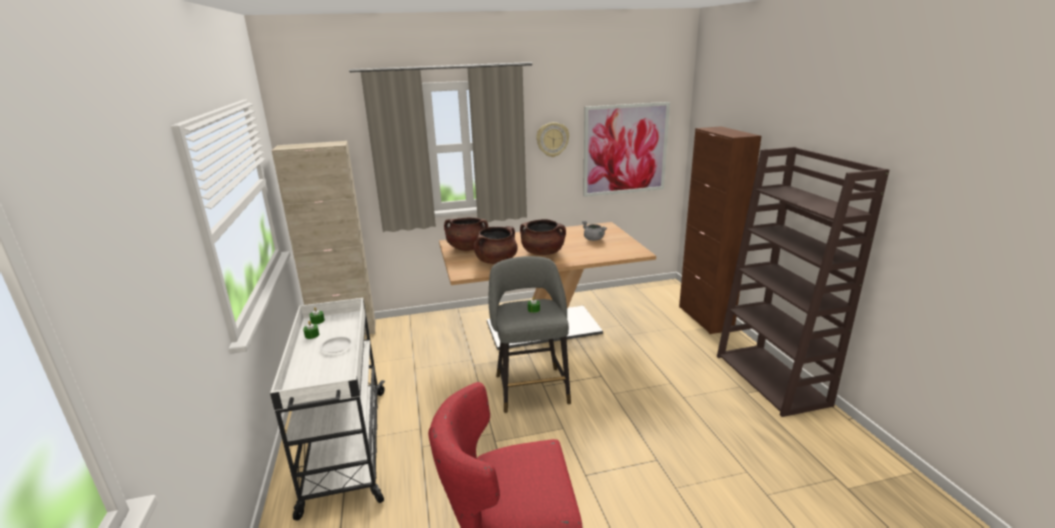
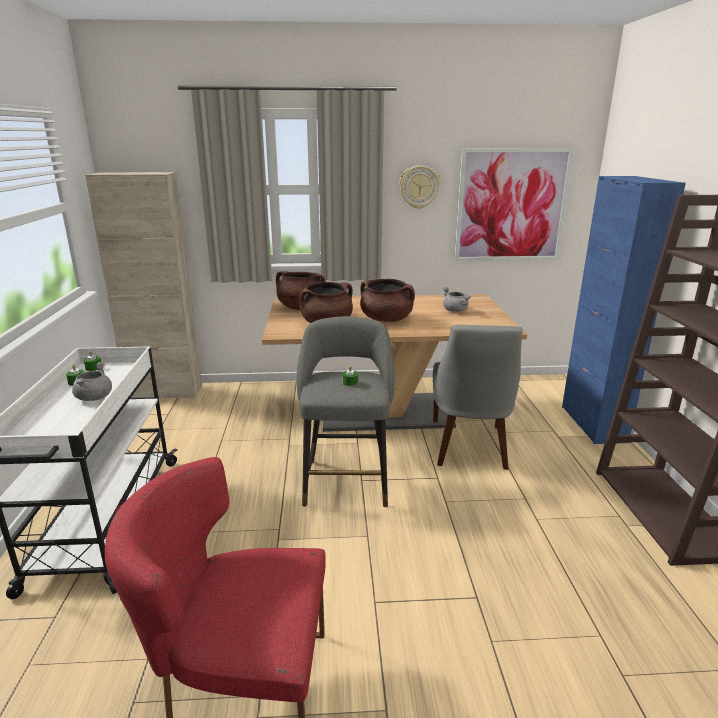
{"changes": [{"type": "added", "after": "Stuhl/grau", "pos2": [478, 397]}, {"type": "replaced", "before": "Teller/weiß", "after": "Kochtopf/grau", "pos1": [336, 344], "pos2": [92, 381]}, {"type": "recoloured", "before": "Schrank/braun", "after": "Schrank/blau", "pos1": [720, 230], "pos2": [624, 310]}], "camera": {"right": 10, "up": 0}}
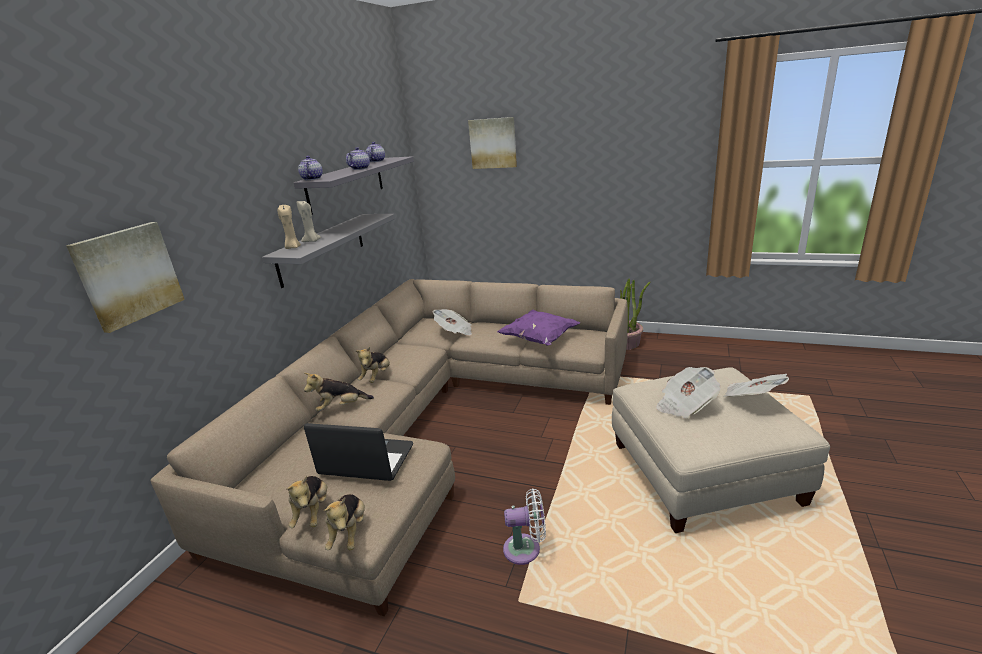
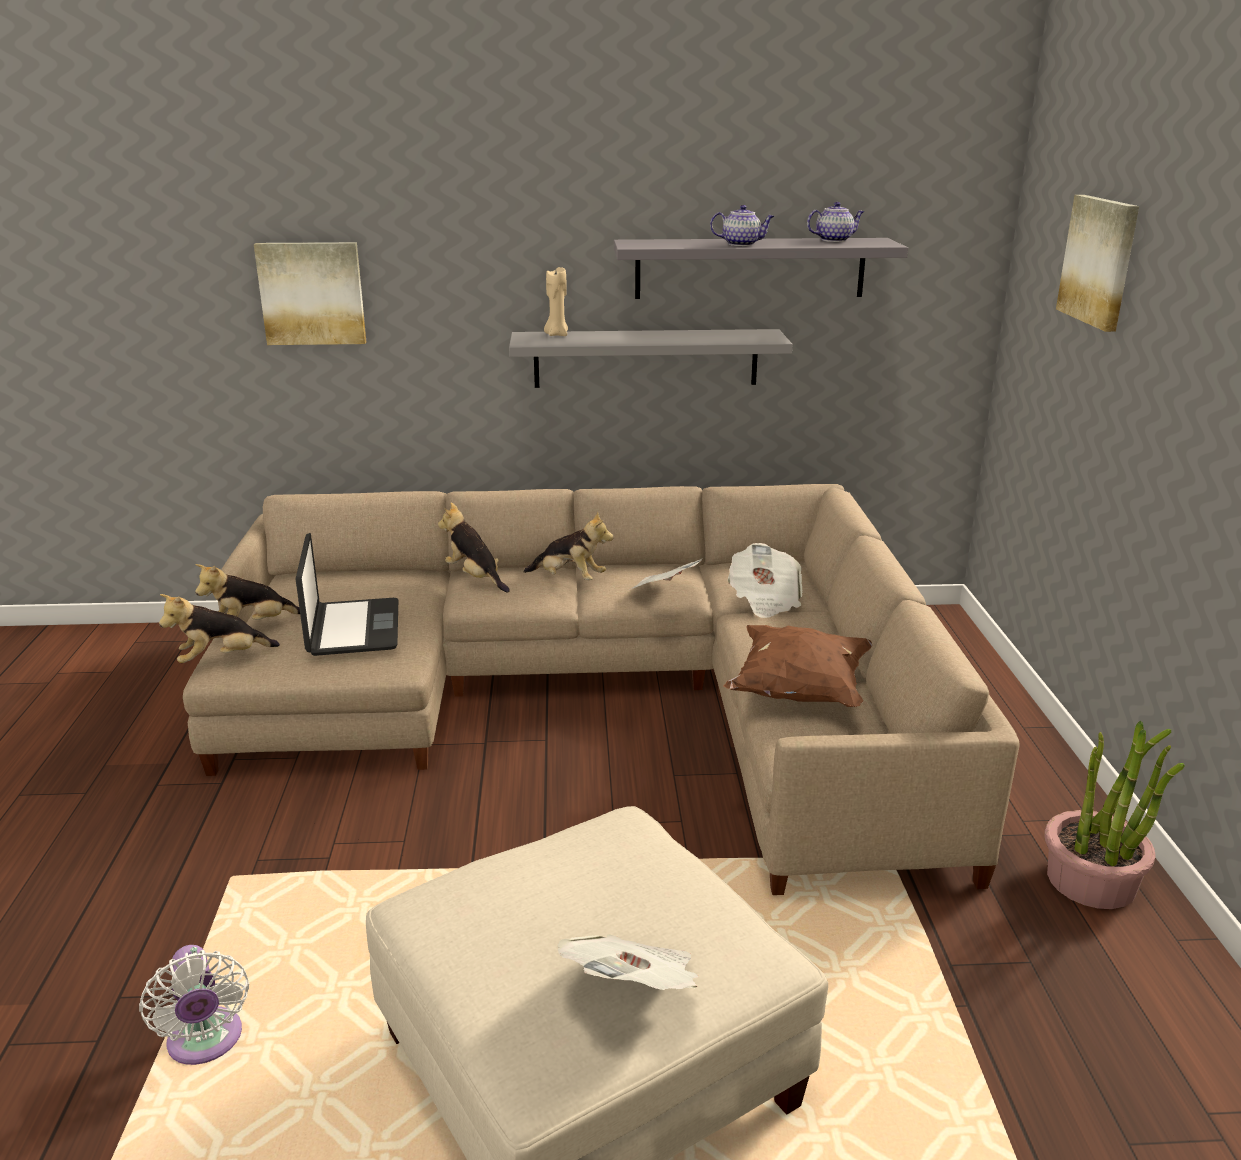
{"changes": [{"type": "removed", "before": "Kerze/beige", "pos1": [309, 221]}, {"type": "removed", "before": "Teekanne", "pos1": [310, 168]}, {"type": "moved", "before": "Ventilator/weiß", "pos1": [524, 527], "pos2": [194, 1005]}, {"type": "moved", "before": "Zeitung", "pos1": [688, 393], "pos2": [666, 574]}, {"type": "recoloured", "before": "Kissen/lila", "after": "Kissen/braun", "pos1": [538, 328], "pos2": [798, 666]}, {"type": "turned", "before": "Plüschtier", "pos1": [372, 364], "pos2": [568, 545], "turn": -150}], "camera": {"right": 65, "up": 0}}
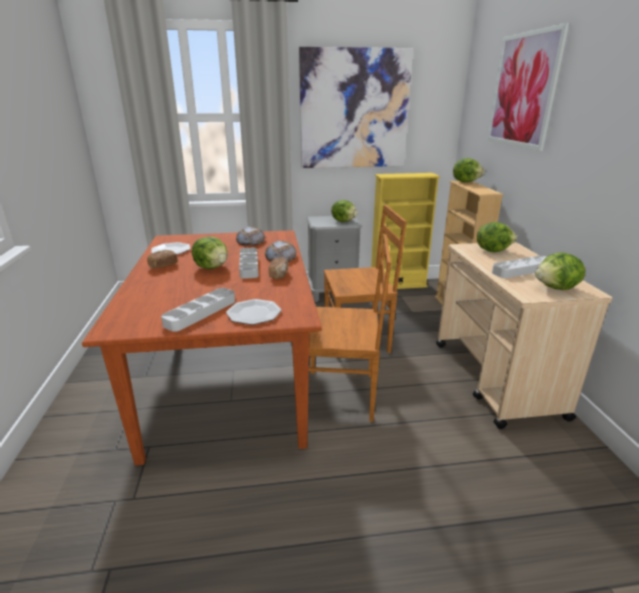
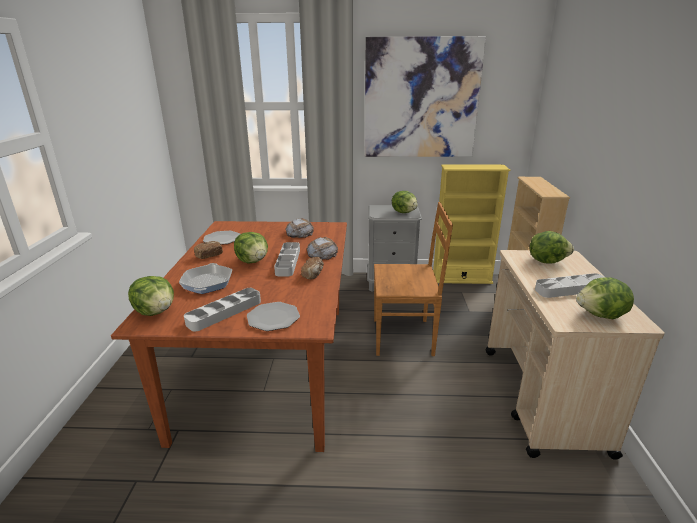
{"changes": [{"type": "removed", "before": "Stuhl/braun", "pos1": [350, 328]}, {"type": "removed", "before": "Bild", "pos1": [528, 87]}, {"type": "added", "after": "Pfanne", "pos2": [205, 278]}, {"type": "moved", "before": "Salatkopf", "pos1": [468, 170], "pos2": [151, 296]}], "camera": {"right": 10, "up": 0}}
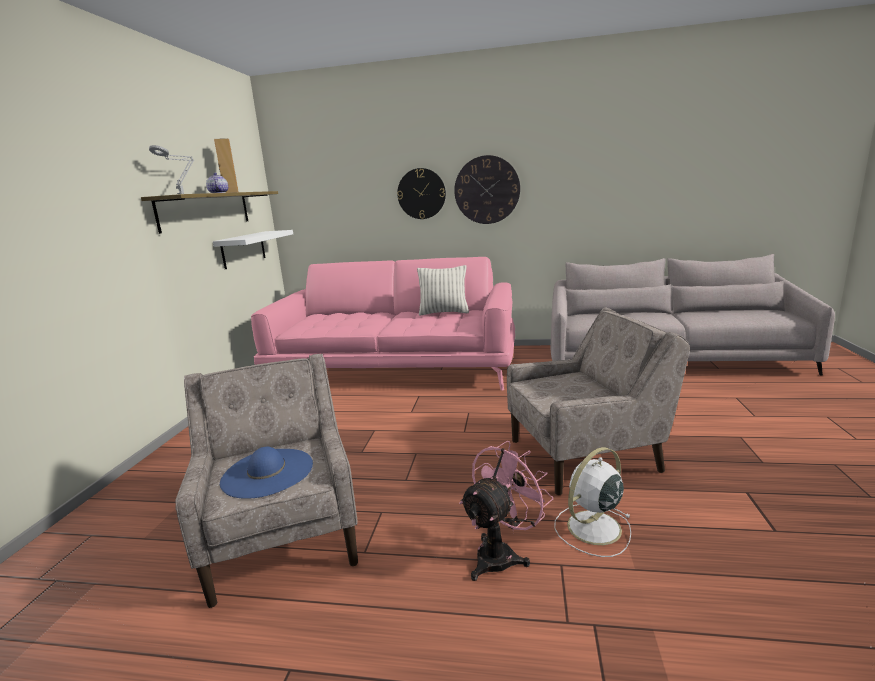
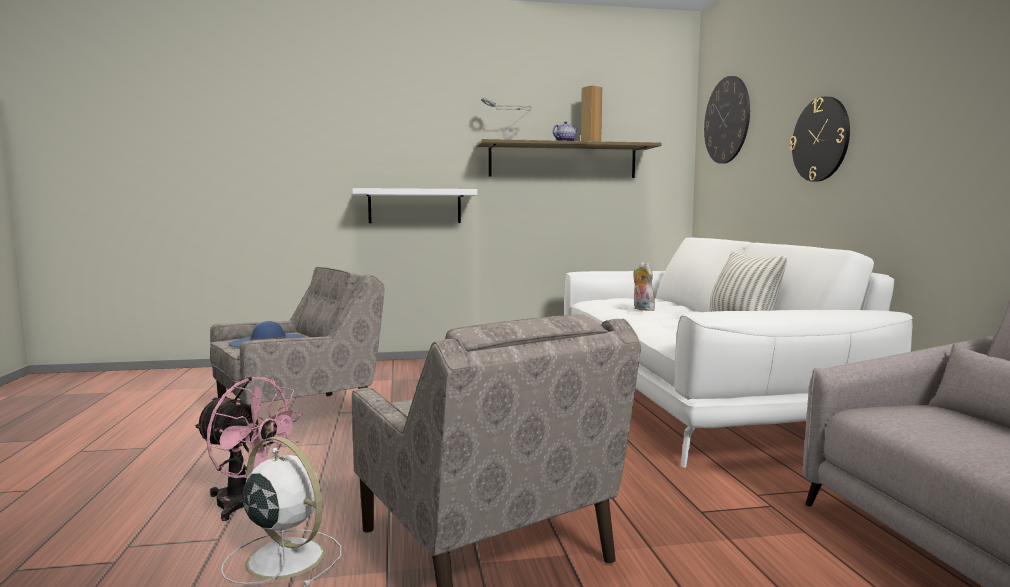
{"changes": [{"type": "added", "after": "Plüschtier", "pos2": [644, 286]}, {"type": "moved", "before": "Wandregal/weiß", "pos1": [253, 249], "pos2": [414, 205]}, {"type": "moved", "before": "Wanduhr", "pos1": [487, 189], "pos2": [727, 120]}, {"type": "recoloured", "before": "Sofa/rosa", "after": "Sofa/weiß", "pos1": [383, 324], "pos2": [738, 352]}], "camera": {"right": 70, "up": -10}}
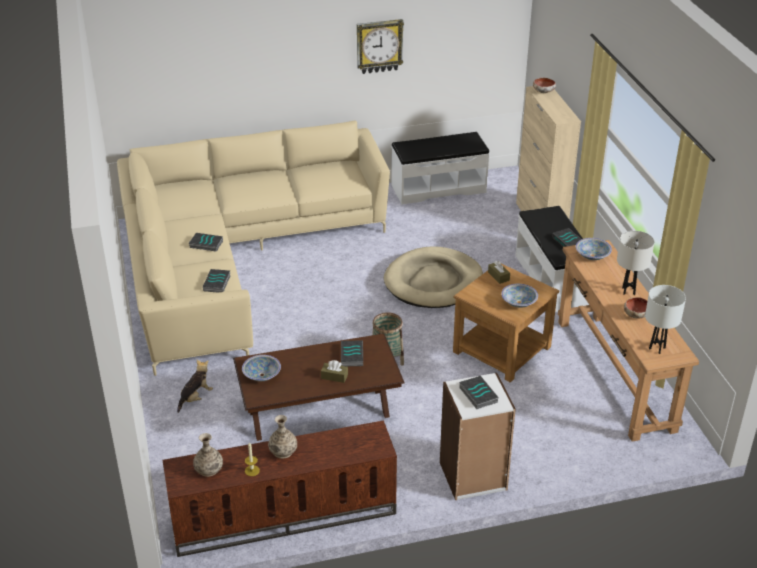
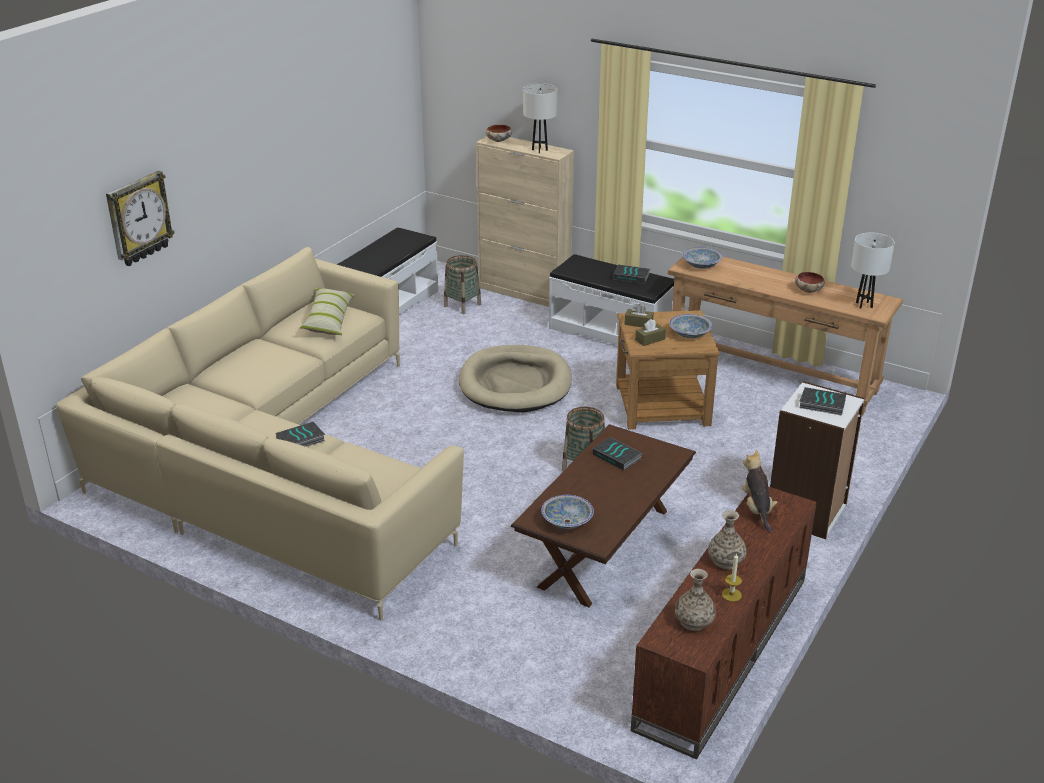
{"changes": [{"type": "removed", "before": "Buch", "pos1": [217, 281]}, {"type": "added", "after": "Kissen", "pos2": [327, 311]}, {"type": "added", "after": "Korb", "pos2": [462, 284]}, {"type": "moved", "before": "Plüschtier", "pos1": [195, 386], "pos2": [759, 490]}, {"type": "moved", "before": "Taschentuchbox/braun", "pos1": [334, 371], "pos2": [650, 332]}, {"type": "moved", "before": "Wanduhr", "pos1": [380, 46], "pos2": [140, 218]}, {"type": "moved", "before": "Tischlampe/weiß", "pos1": [636, 263], "pos2": [540, 118]}], "camera": {"right": -45, "up": -5}}
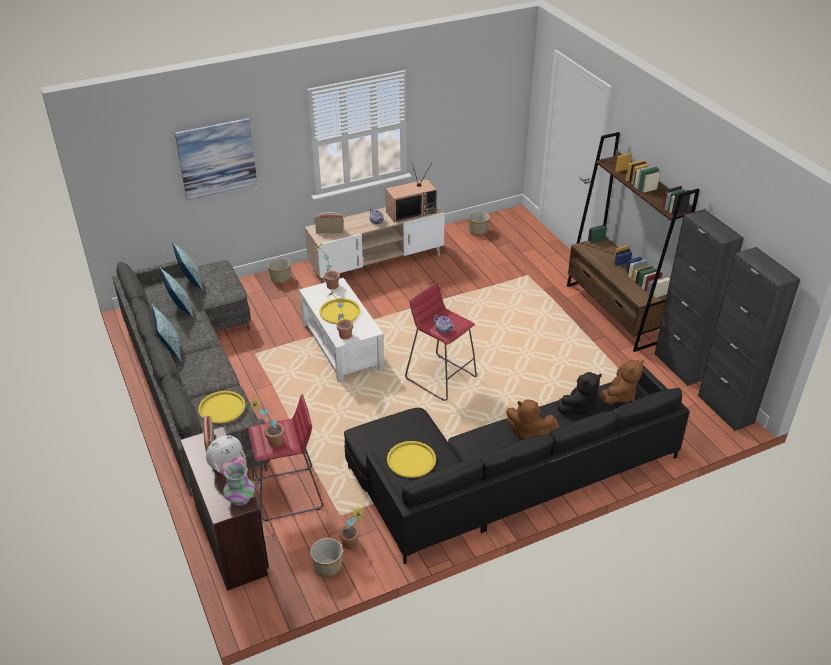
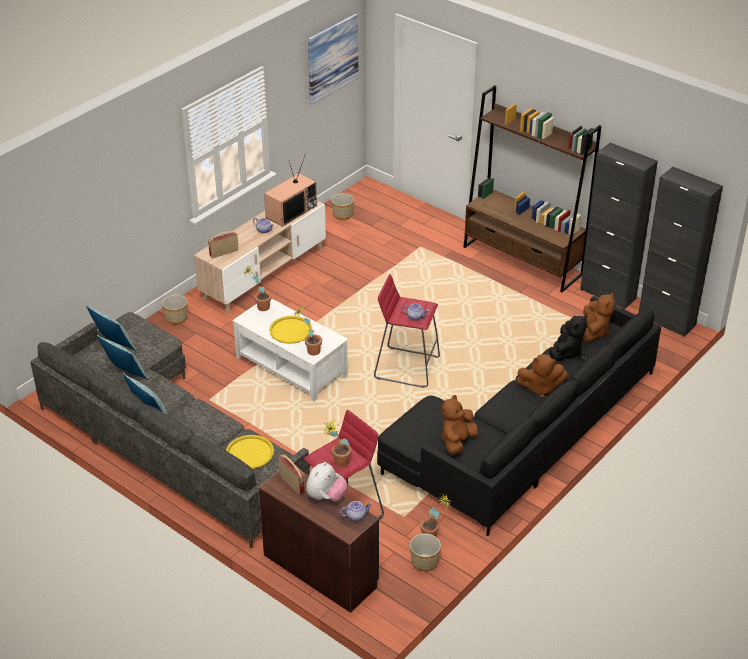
{"changes": [{"type": "moved", "before": "Bild", "pos1": [216, 159], "pos2": [333, 59]}, {"type": "replaced", "before": "Vase", "after": "Teekanne", "pos1": [239, 484], "pos2": [356, 511]}, {"type": "replaced", "before": "Tablett/gelb", "after": "Plüschtier/braun", "pos1": [411, 459], "pos2": [460, 425]}], "camera": {"right": -25, "up": 0}}
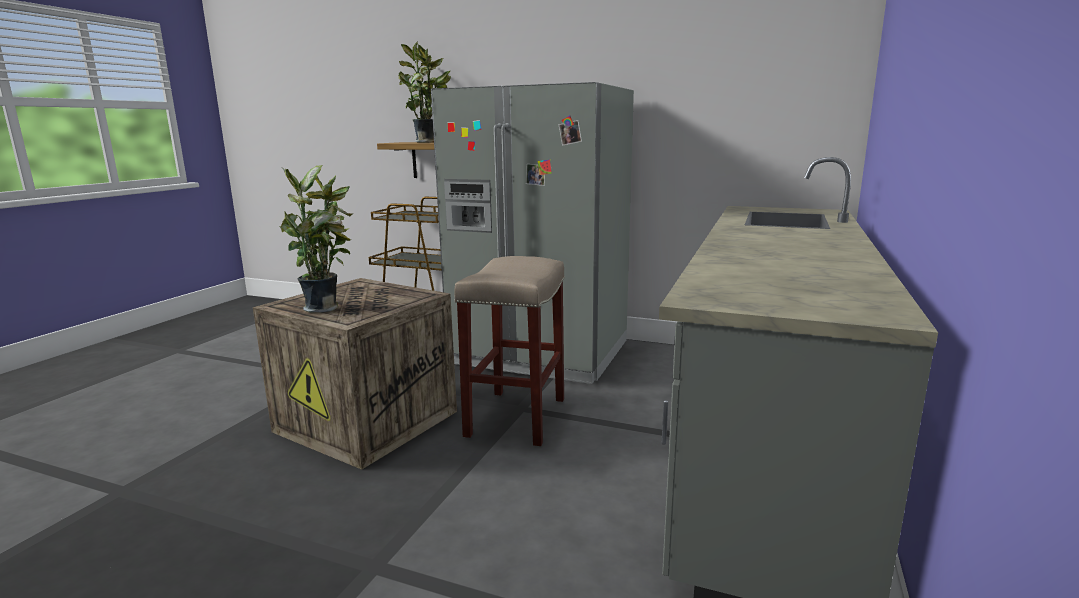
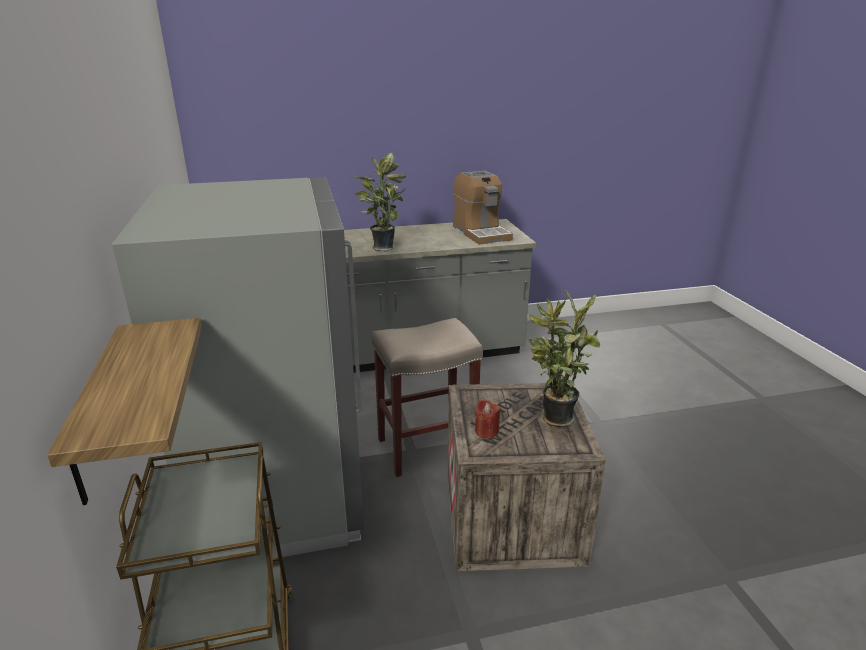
{"changes": [{"type": "added", "after": "Kaffeemaschine", "pos2": [483, 208]}, {"type": "added", "after": "Kerze/rot", "pos2": [487, 418]}, {"type": "moved", "before": "Topfpflanze", "pos1": [424, 92], "pos2": [381, 201]}], "camera": {"right": -125, "up": 10}}
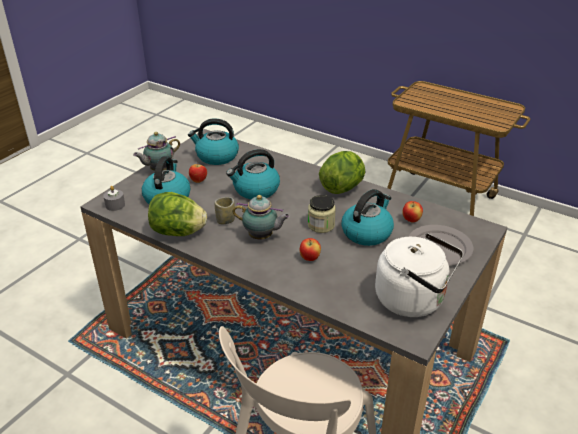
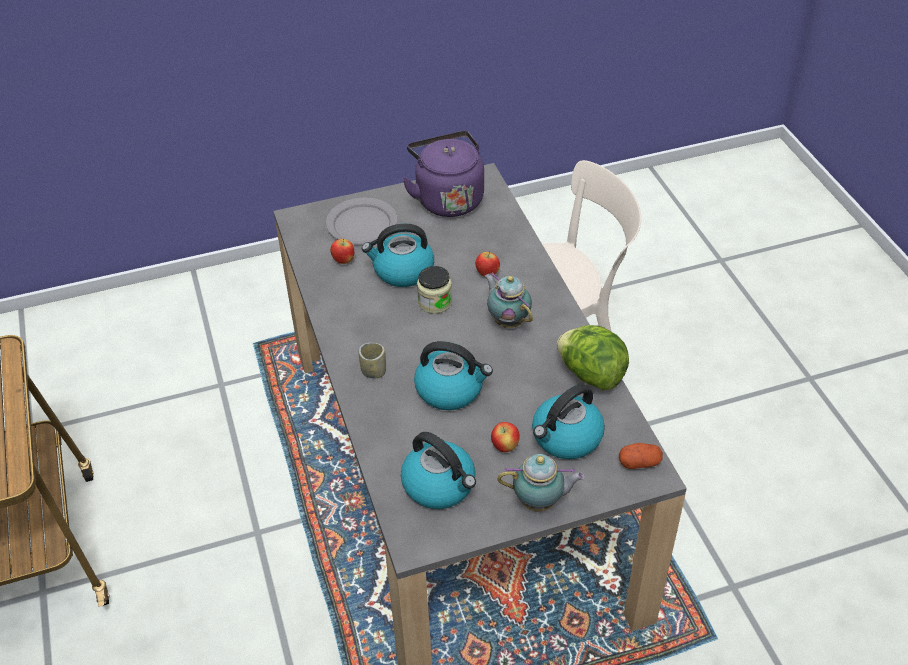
{"changes": [{"type": "removed", "before": "Salatkopf", "pos1": [342, 172]}, {"type": "moved", "before": "Tasse", "pos1": [225, 210], "pos2": [372, 360]}, {"type": "replaced", "before": "Kerze/grau", "after": "Kartoffel", "pos1": [114, 198], "pos2": [641, 456]}, {"type": "recoloured", "before": "Wasserkessel/weiß", "after": "Wasserkessel/lila", "pos1": [419, 275], "pos2": [443, 174]}], "camera": {"right": -140, "up": 10}}
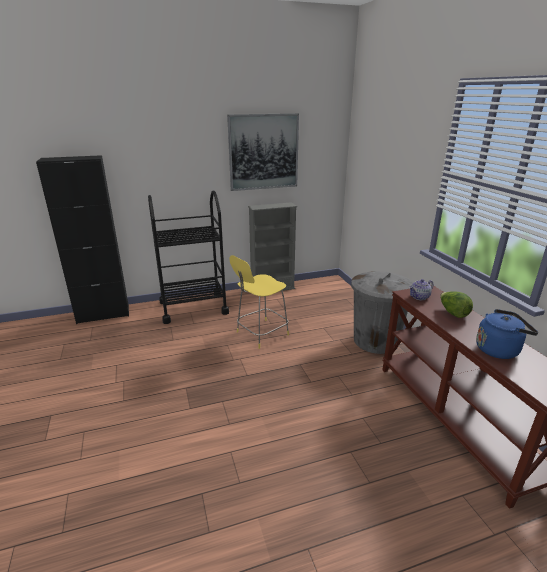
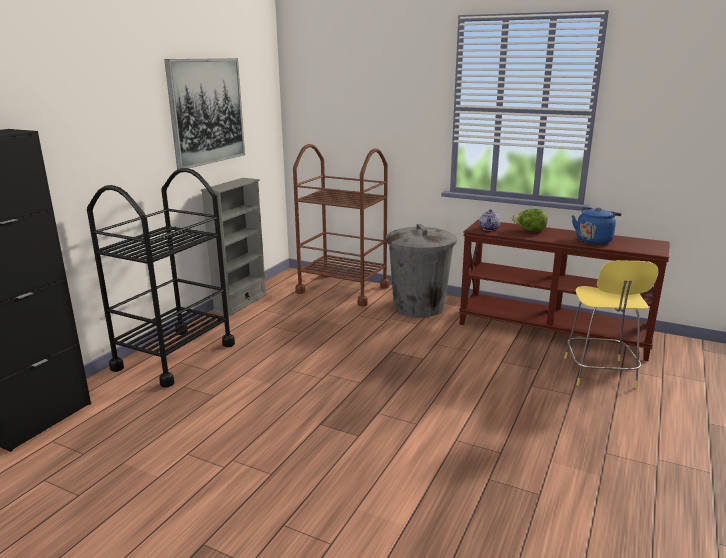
{"changes": [{"type": "added", "after": "Rollwagen/braun", "pos2": [341, 225]}, {"type": "moved", "before": "Hocker/gelb", "pos1": [259, 302], "pos2": [611, 324]}], "camera": {"right": -45, "up": -5}}
